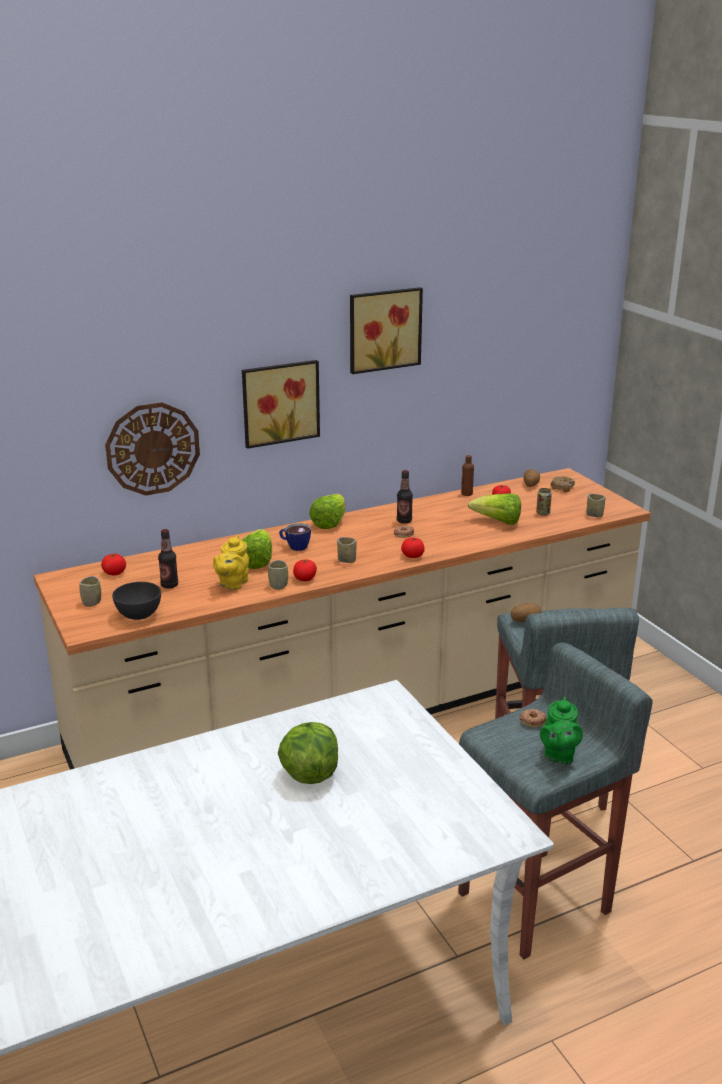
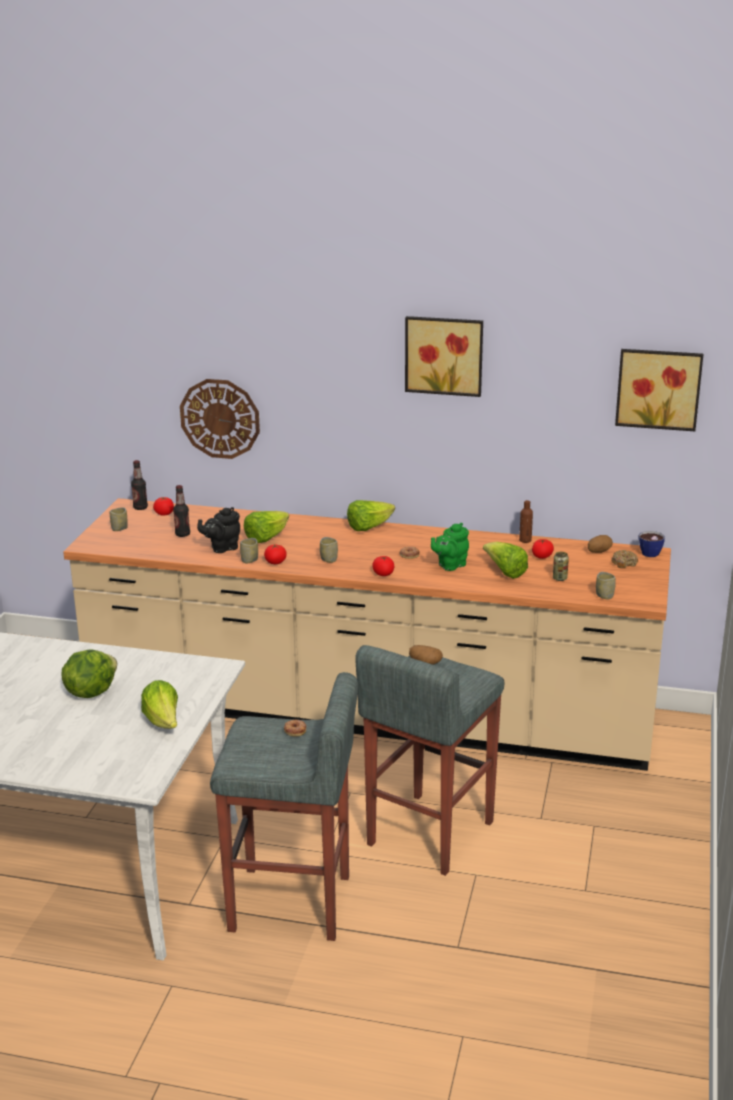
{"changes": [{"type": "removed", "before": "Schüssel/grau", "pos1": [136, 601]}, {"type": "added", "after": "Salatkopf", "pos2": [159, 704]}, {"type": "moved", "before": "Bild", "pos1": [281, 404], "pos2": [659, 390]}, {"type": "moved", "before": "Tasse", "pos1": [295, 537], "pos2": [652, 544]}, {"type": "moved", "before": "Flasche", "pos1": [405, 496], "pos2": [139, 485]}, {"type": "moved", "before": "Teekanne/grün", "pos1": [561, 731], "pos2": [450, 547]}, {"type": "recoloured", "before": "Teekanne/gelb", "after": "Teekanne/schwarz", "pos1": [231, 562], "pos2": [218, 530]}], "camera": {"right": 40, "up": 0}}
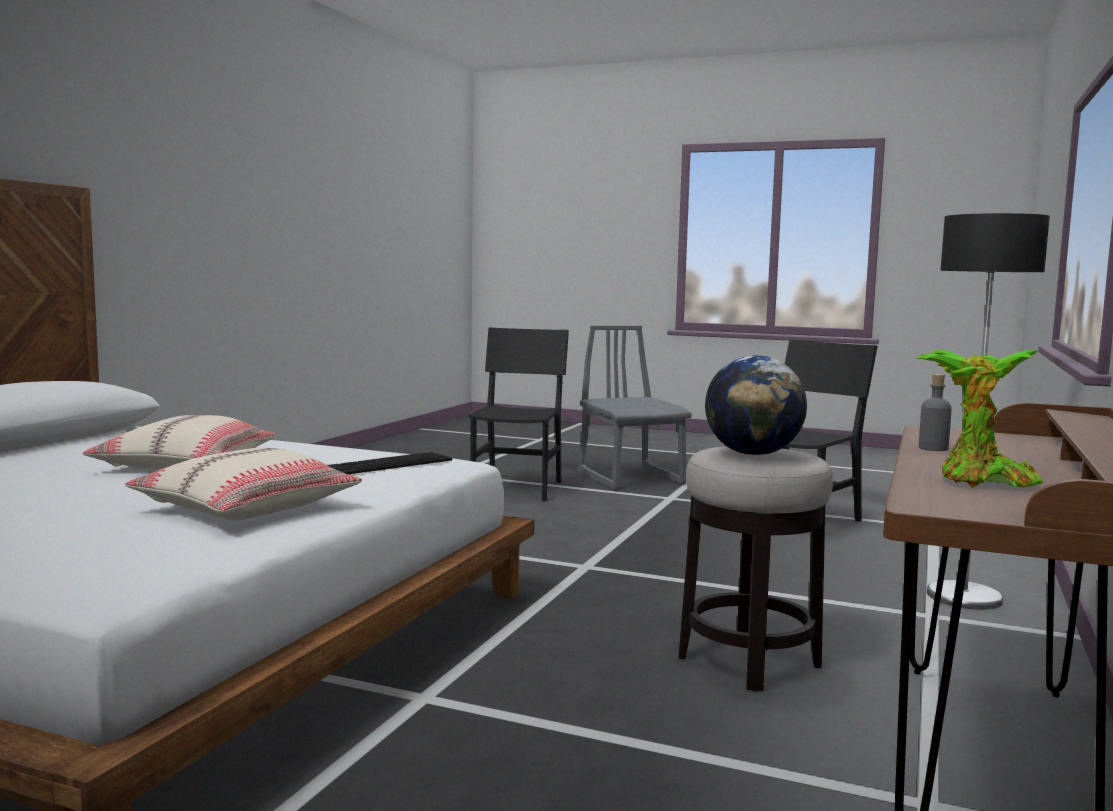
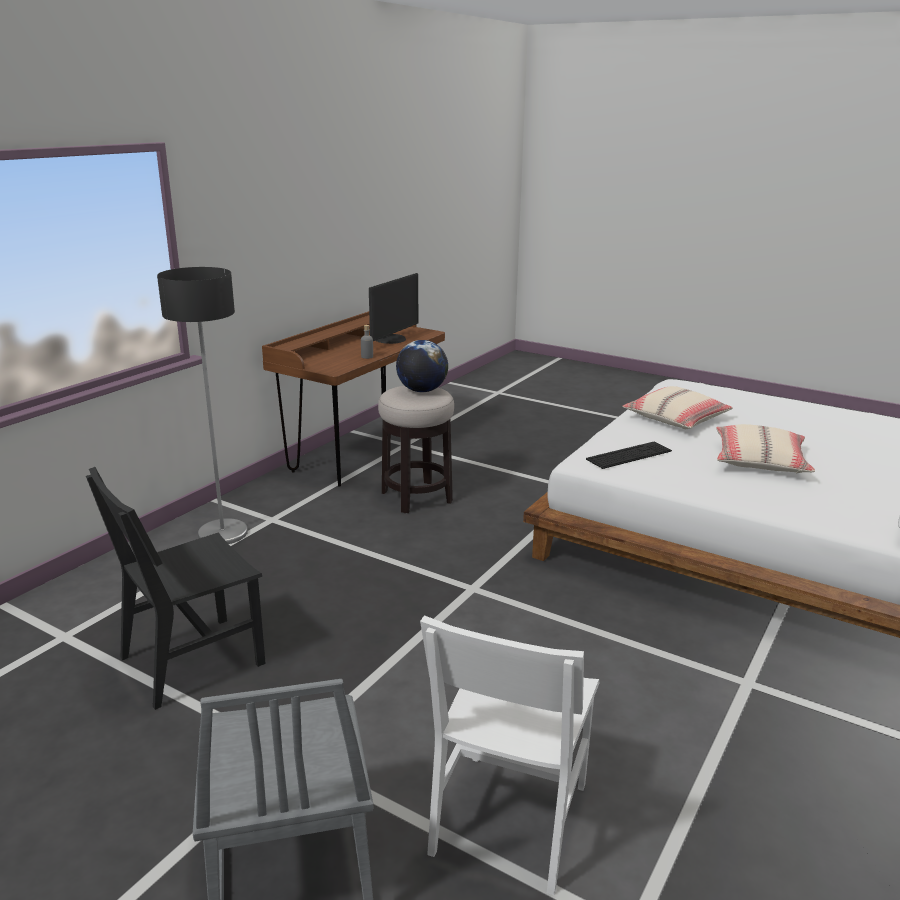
{"changes": [{"type": "replaced", "before": "Topfpflanze", "after": "Monitor", "pos1": [979, 419], "pos2": [393, 308]}, {"type": "recoloured", "before": "Stuhl/schwarz", "after": "Stuhl/weiß", "pos1": [518, 414], "pos2": [509, 755]}], "camera": {"right": -170, "up": 15}}
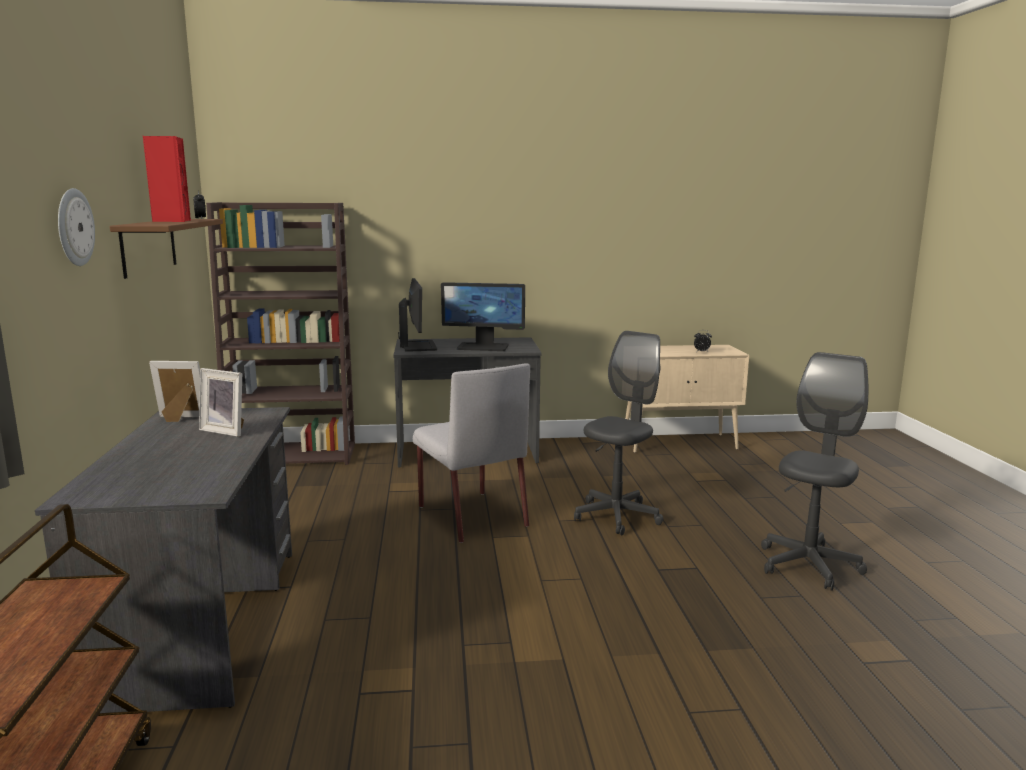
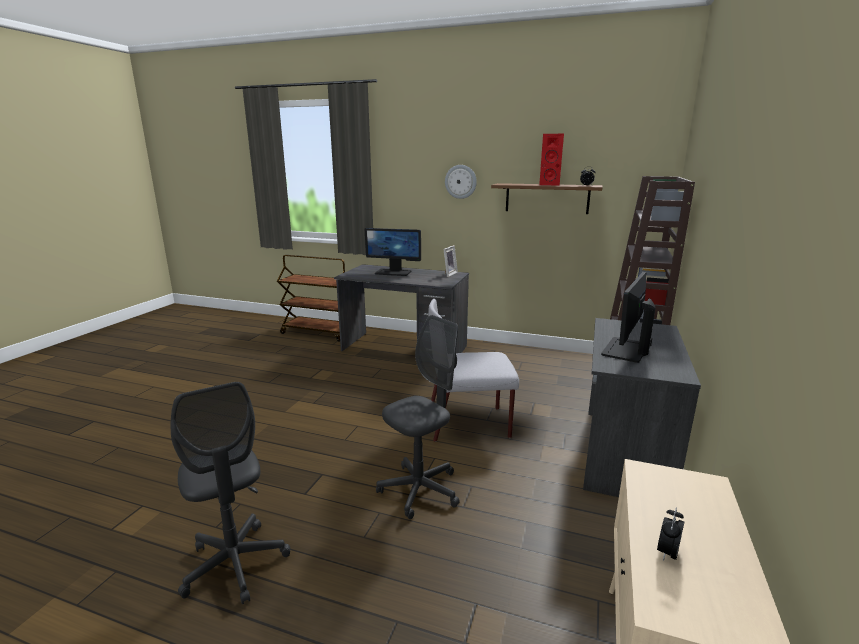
{"changes": [{"type": "removed", "before": "Bilderrahmen", "pos1": [221, 402]}, {"type": "moved", "before": "Monitor", "pos1": [417, 315], "pos2": [392, 252]}, {"type": "turned", "before": "Bürostuhl/grau", "pos1": [618, 433], "pos2": [418, 417], "turn": -105}], "camera": {"right": 115, "up": 5}}
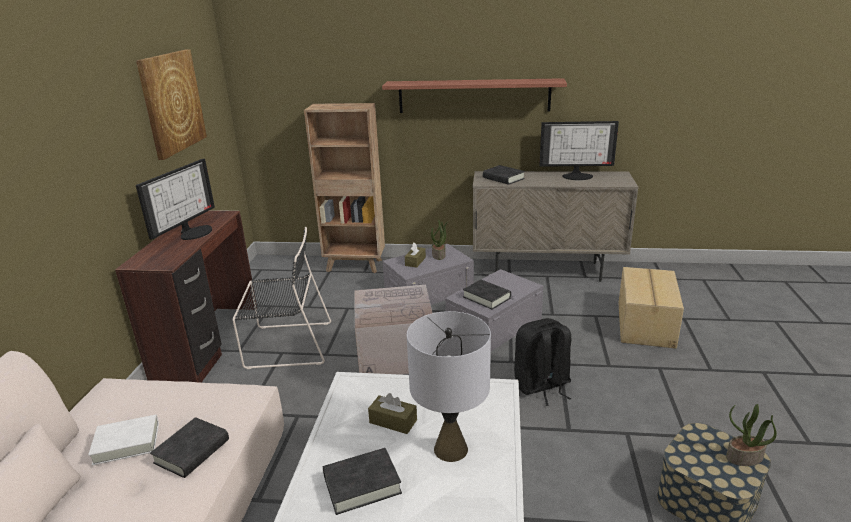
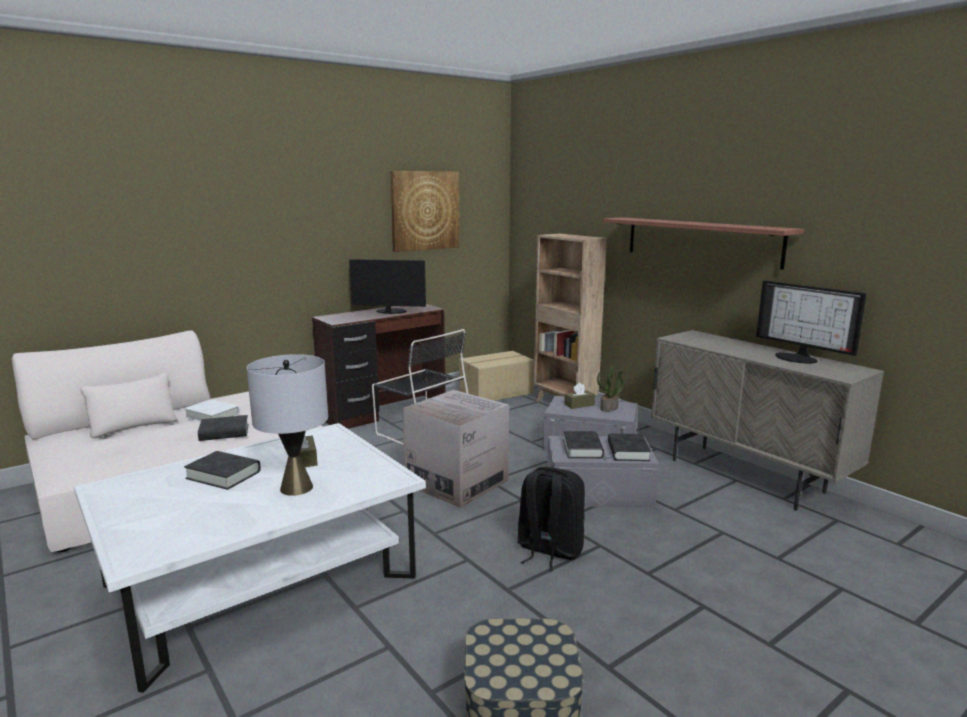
{"changes": [{"type": "removed", "before": "Topfpflanze", "pos1": [751, 435]}, {"type": "moved", "before": "Buch/schwarz", "pos1": [504, 175], "pos2": [629, 447]}, {"type": "moved", "before": "Karton", "pos1": [651, 308], "pos2": [496, 376]}, {"type": "turned", "before": "Monitor", "pos1": [175, 199], "pos2": [387, 286], "turn": -150}], "camera": {"right": 45, "up": -10}}
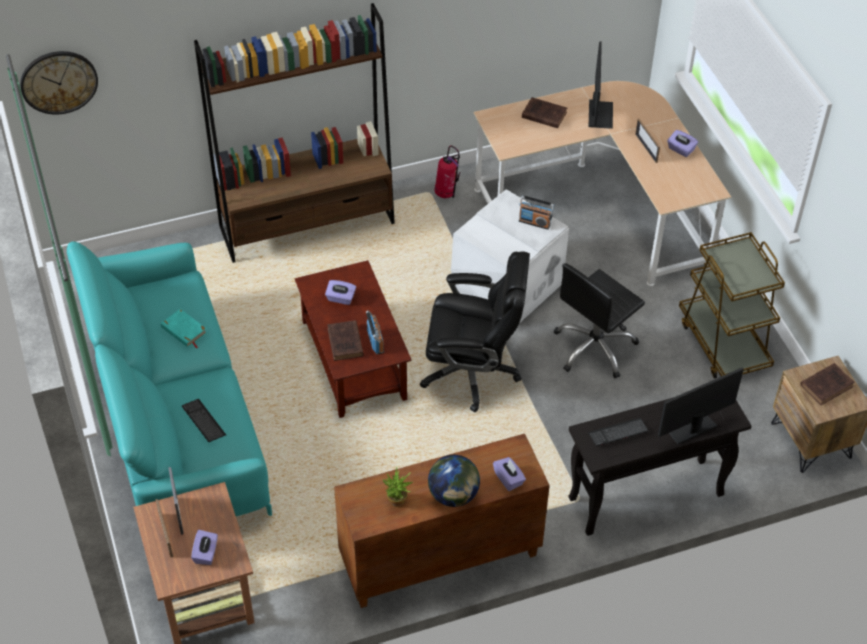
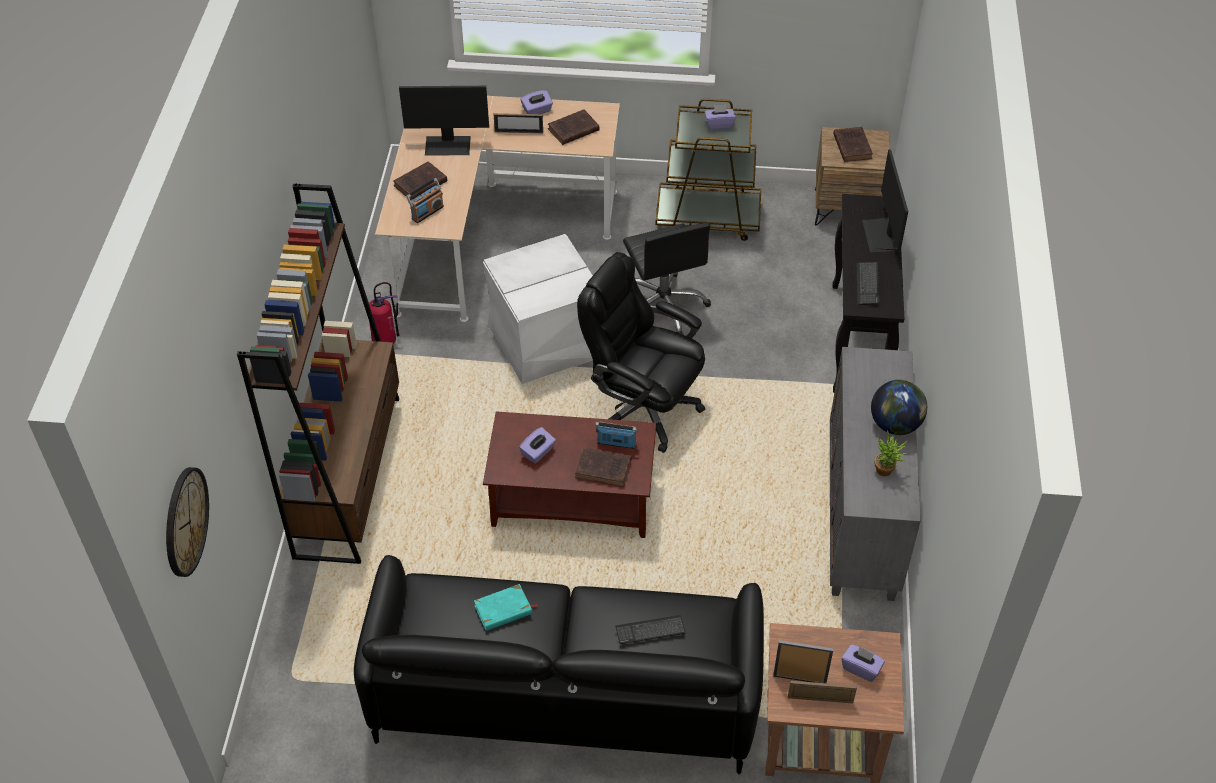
{"changes": [{"type": "added", "after": "Buch/braun", "pos2": [574, 127]}, {"type": "moved", "before": "Taschentuchbox/lila", "pos1": [509, 474], "pos2": [720, 117]}, {"type": "moved", "before": "Radio", "pos1": [536, 213], "pos2": [425, 200]}, {"type": "recoloured", "before": "Sofa/türkis", "after": "Sofa/schwarz", "pos1": [169, 378], "pos2": [559, 664]}, {"type": "recoloured", "before": "Schrank/braun", "after": "Schrank/grau", "pos1": [442, 521], "pos2": [875, 474]}, {"type": "turned", "before": "Bürostuhl/schwarz", "pos1": [475, 331], "pos2": [641, 352], "turn": -90}, {"type": "turned", "before": "Monitor", "pos1": [600, 85], "pos2": [444, 121], "turn": 150}], "camera": {"right": -65, "up": 0}}
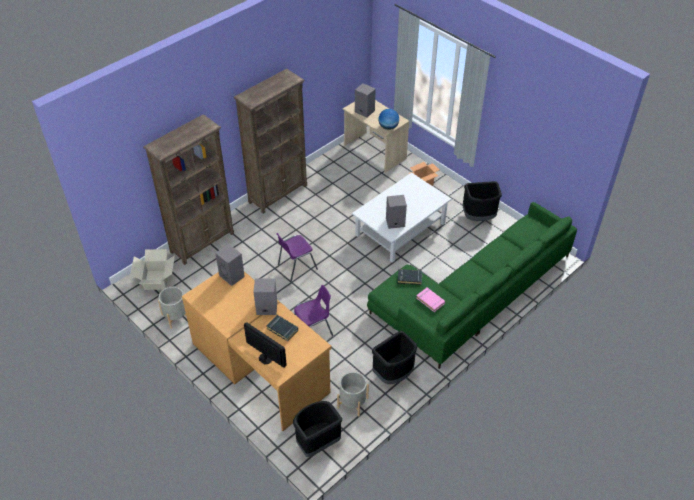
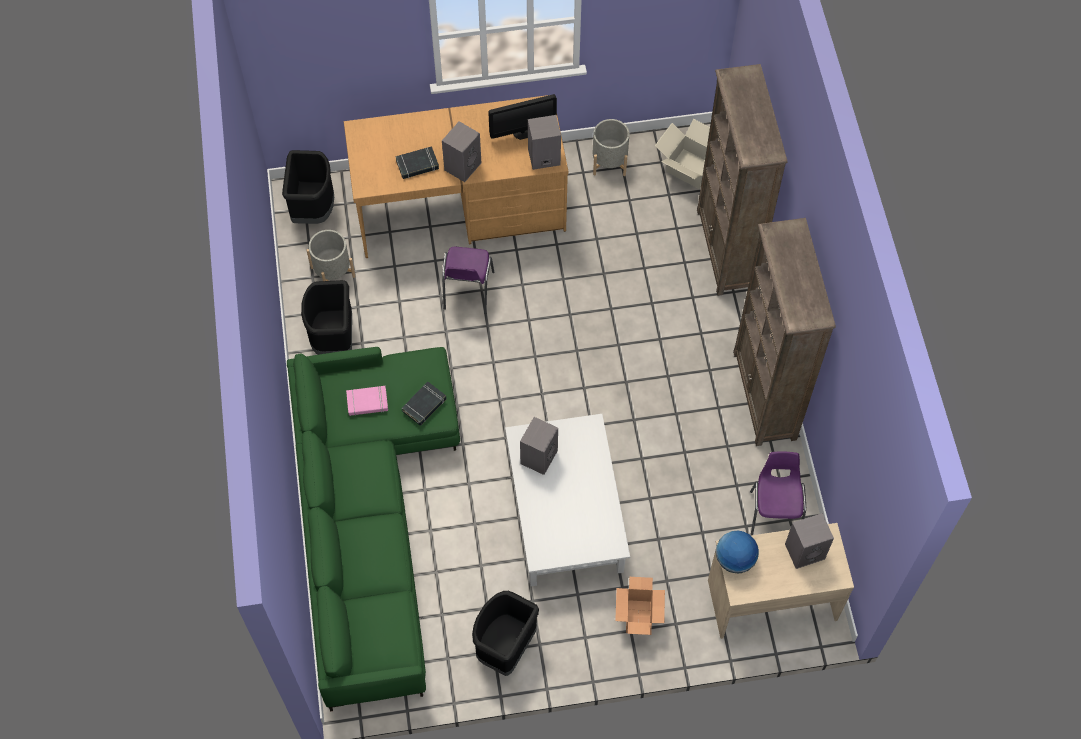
{"changes": [{"type": "moved", "before": "Monitor", "pos1": [265, 345], "pos2": [522, 117]}, {"type": "moved", "before": "Stuhl/lila", "pos1": [297, 257], "pos2": [778, 493]}], "camera": {"right": 125, "up": 15}}
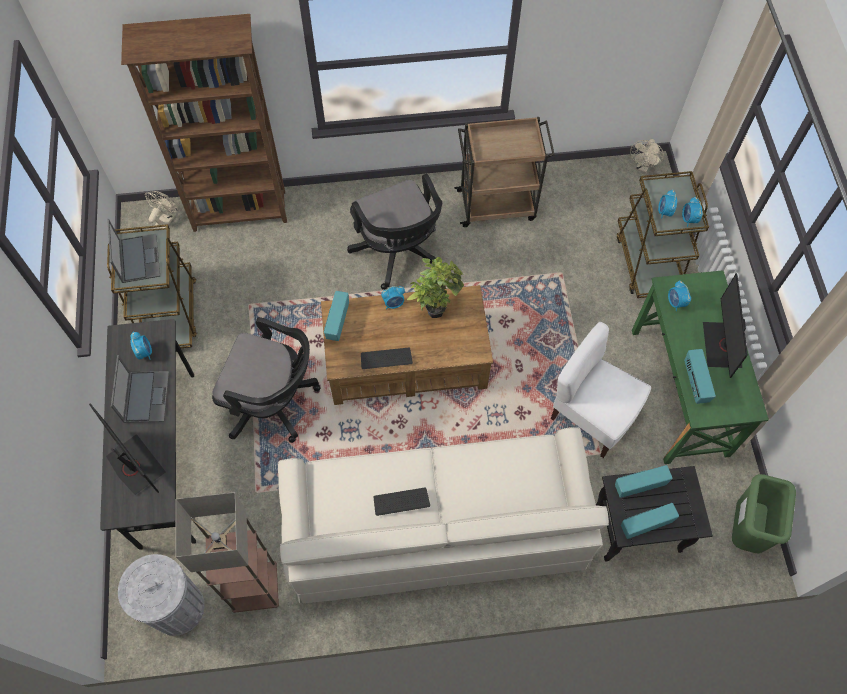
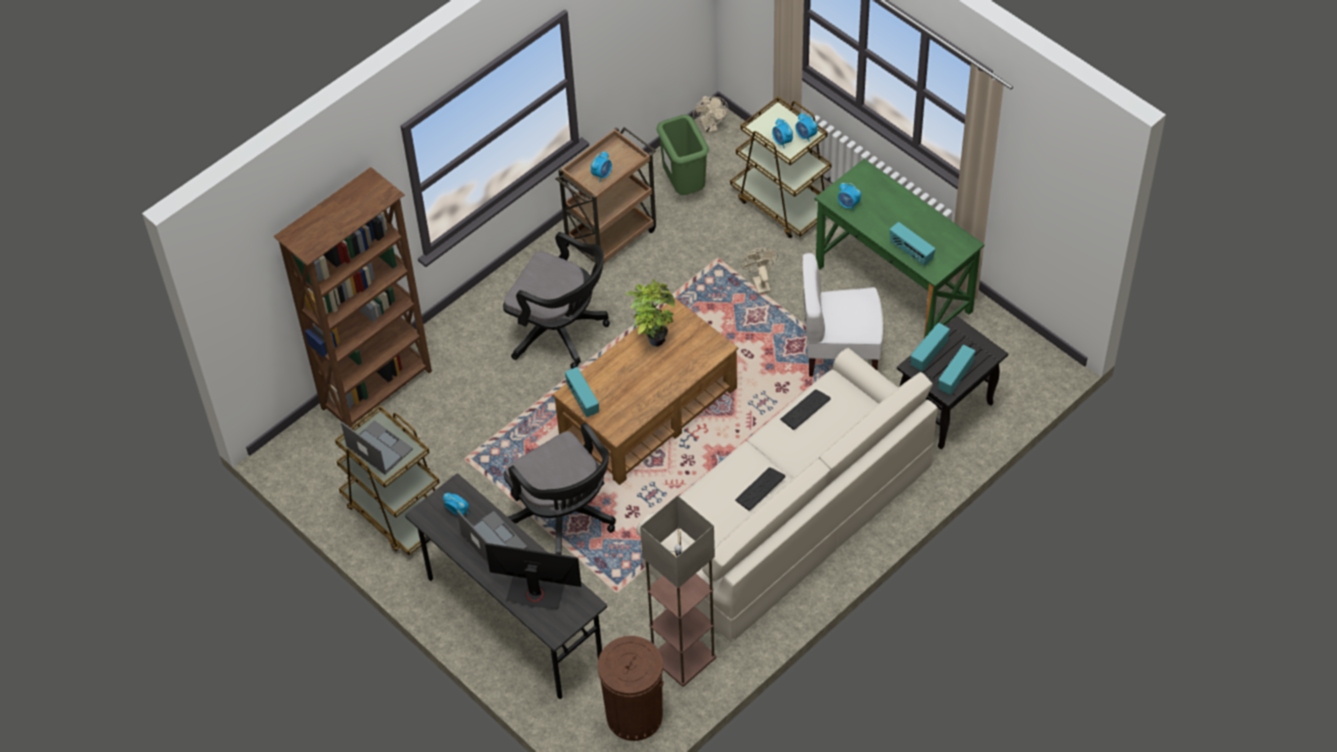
{"changes": [{"type": "removed", "before": "Monitor", "pos1": [725, 325]}, {"type": "moved", "before": "Ventilator/beige", "pos1": [161, 210], "pos2": [759, 271]}, {"type": "moved", "before": "Tastatur", "pos1": [387, 358], "pos2": [805, 409]}, {"type": "moved", "before": "Wecker", "pos1": [393, 297], "pos2": [601, 166]}, {"type": "moved", "before": "Mülleimer/grün", "pos1": [764, 513], "pos2": [682, 155]}, {"type": "recoloured", "before": "Mülleimer/grau", "after": "Mülleimer/braun", "pos1": [161, 595], "pos2": [631, 688]}, {"type": "turned", "before": "Bürostuhl/schwarz", "pos1": [266, 380], "pos2": [560, 488], "turn": 75}], "camera": {"right": -35, "up": -10}}
